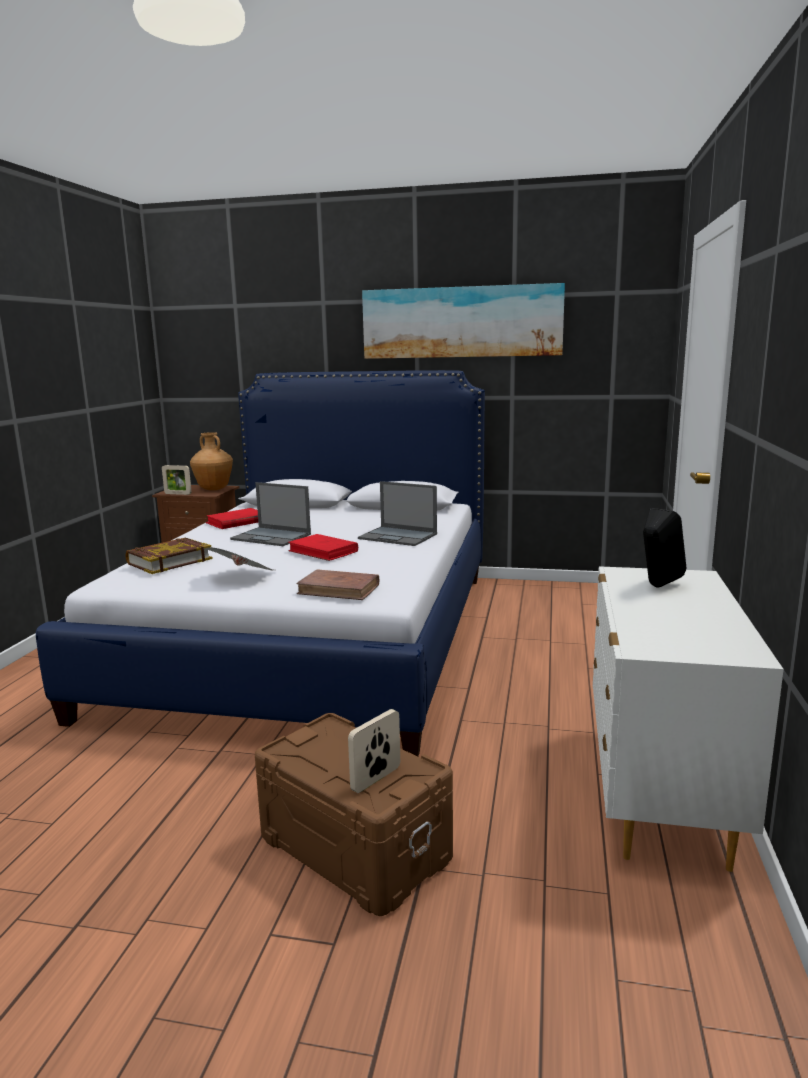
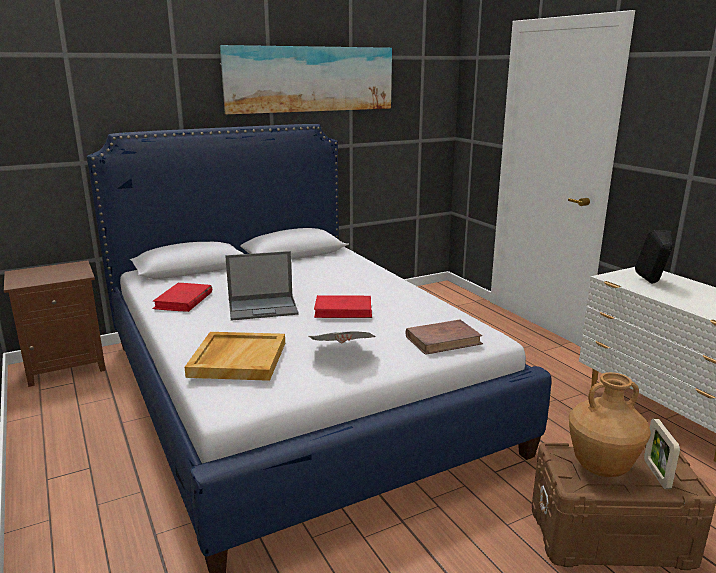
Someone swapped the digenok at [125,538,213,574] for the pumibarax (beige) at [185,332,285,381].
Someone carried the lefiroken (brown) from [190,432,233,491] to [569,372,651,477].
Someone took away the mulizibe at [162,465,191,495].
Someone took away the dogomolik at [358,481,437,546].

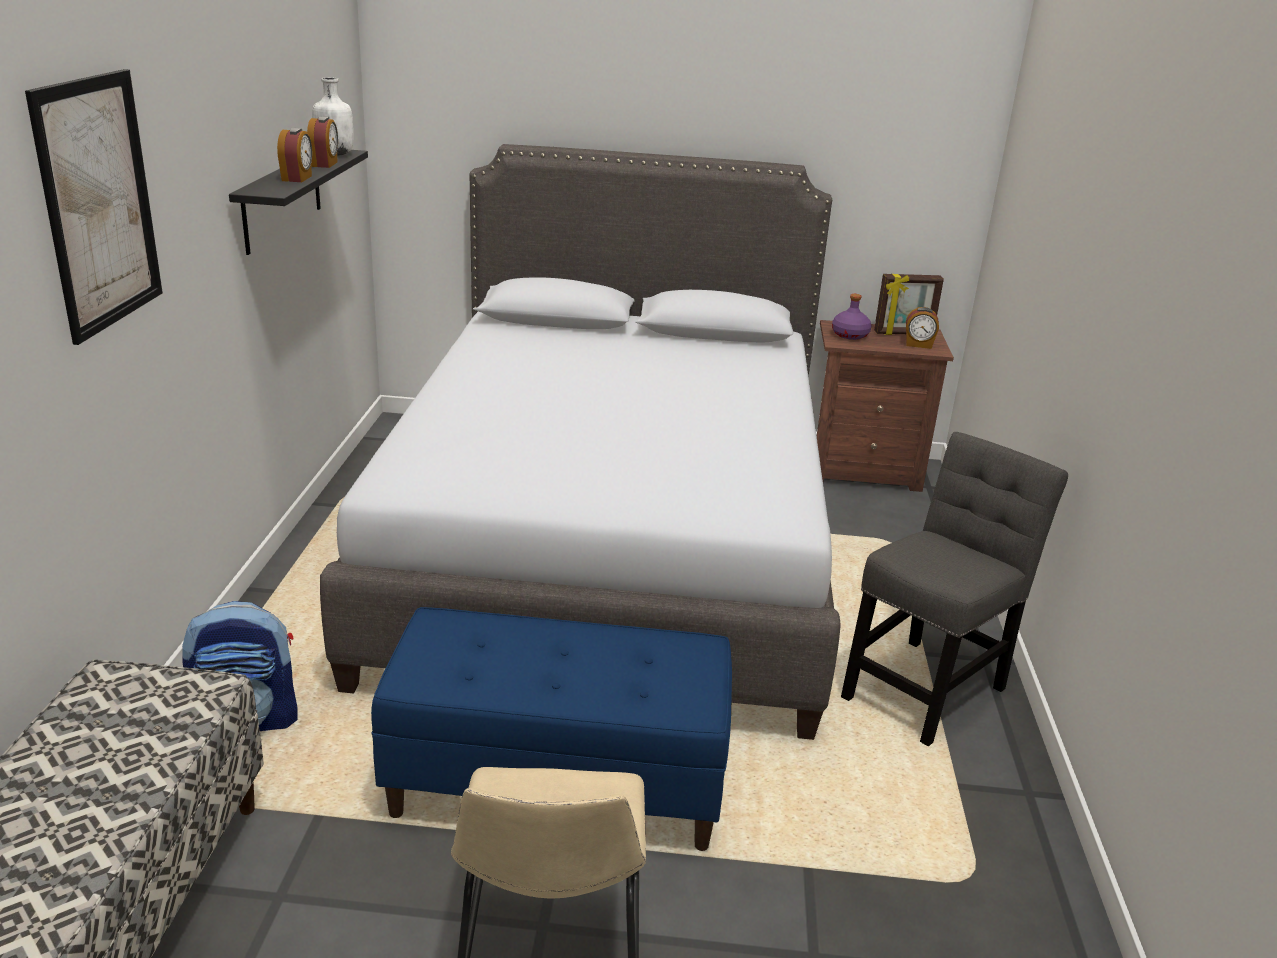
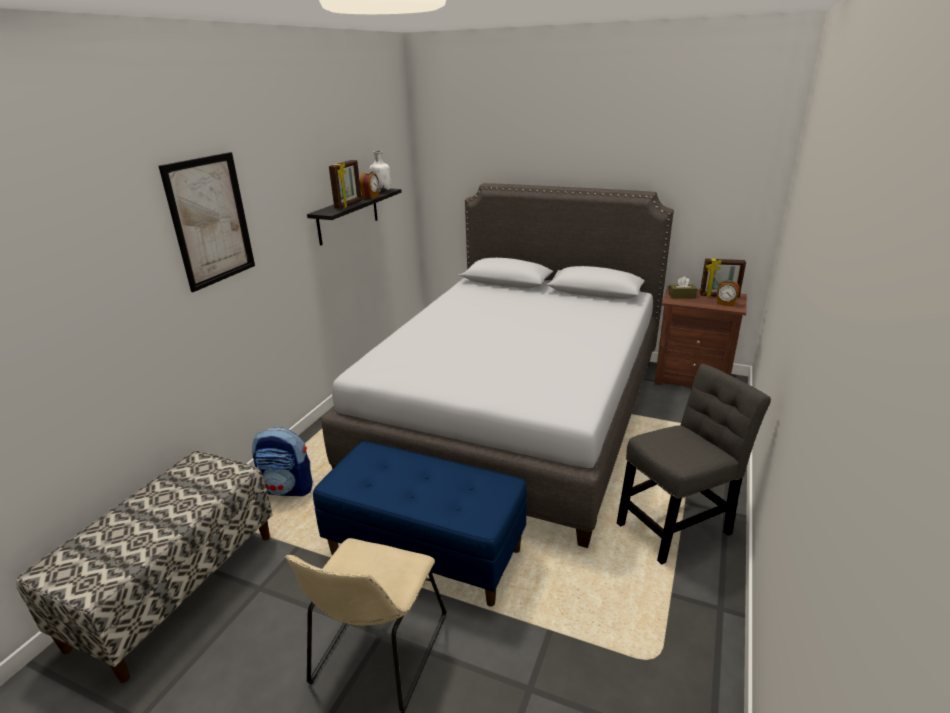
Someone swapped the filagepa at [277,128,312,182] for the mulizibe at [329,160,362,209].
Someone swapped the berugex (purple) at [832,294,872,340] for the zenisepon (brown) at [669,276,697,299].

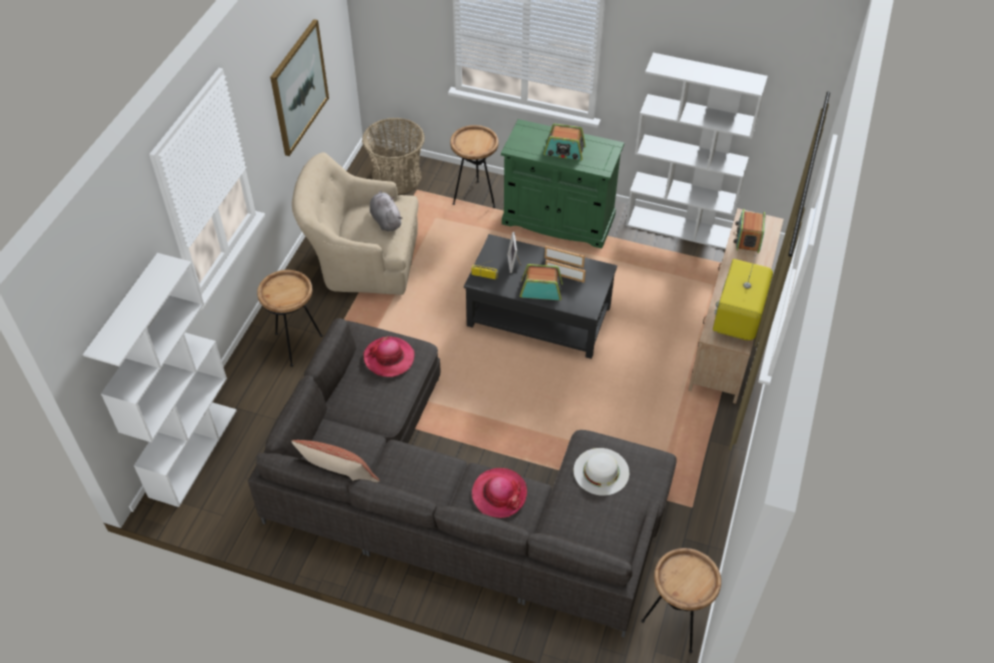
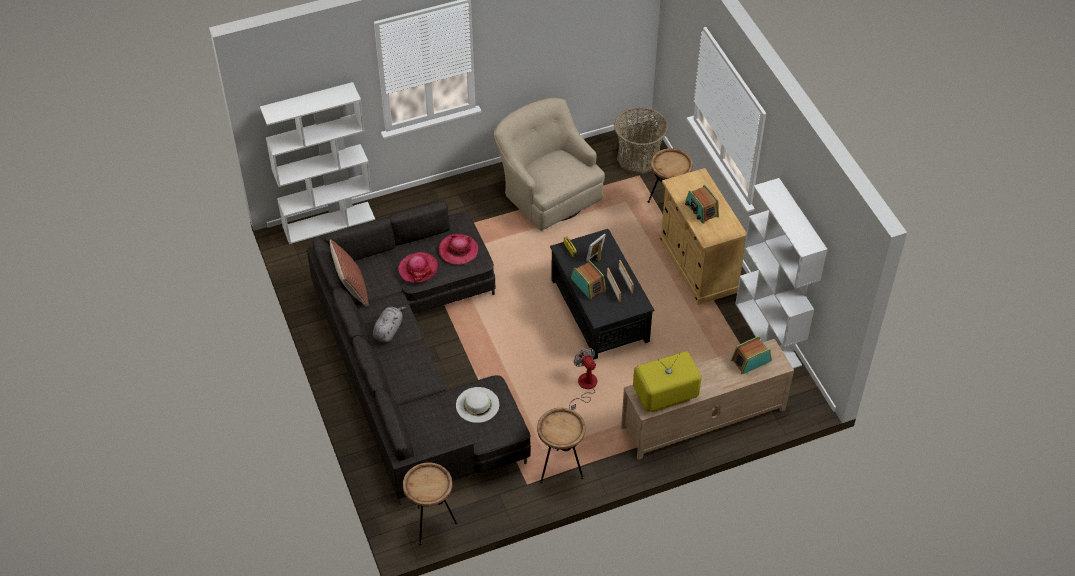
Someone carried the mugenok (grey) from [370,190,403,231] to [373,306,407,343].
Someone carried the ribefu from [472,468,527,518] to [398,252,438,283].
Someone carried the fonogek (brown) from [257,270,322,367] to [537,408,586,483].
Someone put down the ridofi at [569,348,597,410].
Someone repainted the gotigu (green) at [501,119,624,249], which became the gotigu (beige) at [659,168,746,305].
Someone took away the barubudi at [270,19,329,156].

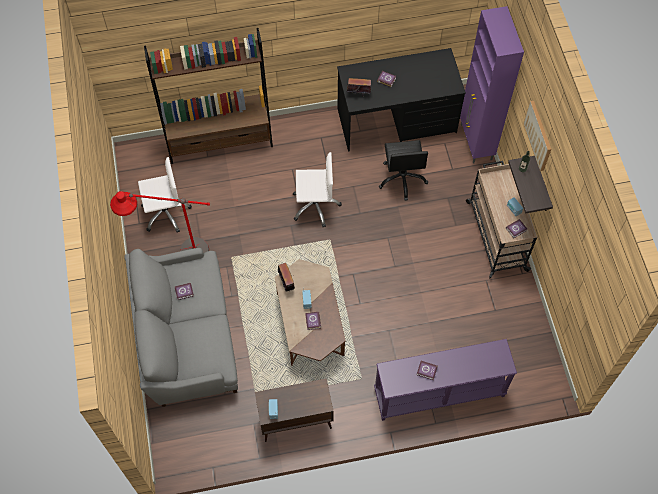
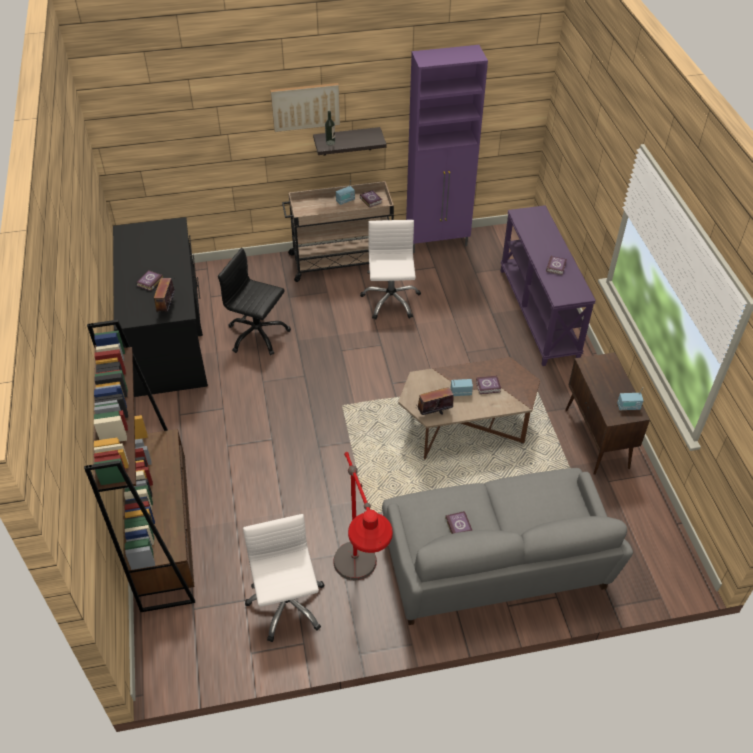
Someone rotated the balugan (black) at [379,140,428,201] by 150 degrees counterclockwise.
Someone carried the balugan (white) from [293,152,342,227] to [360,220,421,320].
Someone carried the gotigu (purple) from [460,6,524,163] to [406,45,488,253].

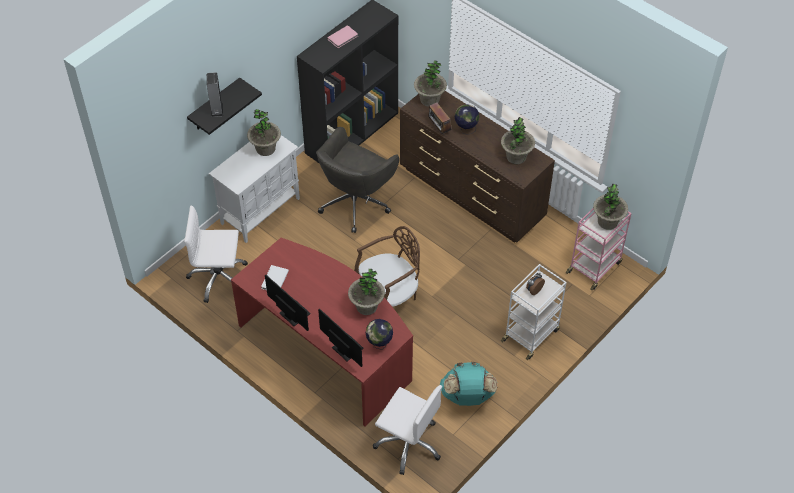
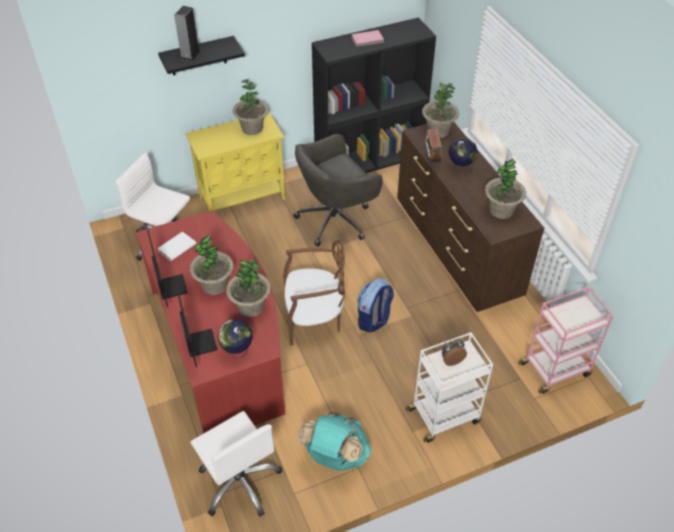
Someone repainted the gotigu (white) at [209,135,300,243], which became the gotigu (yellow) at [185,112,285,211].
Someone carried the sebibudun from [593,184,628,230] to [190,235,234,295].
Someone put down the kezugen at [357,278,394,332].

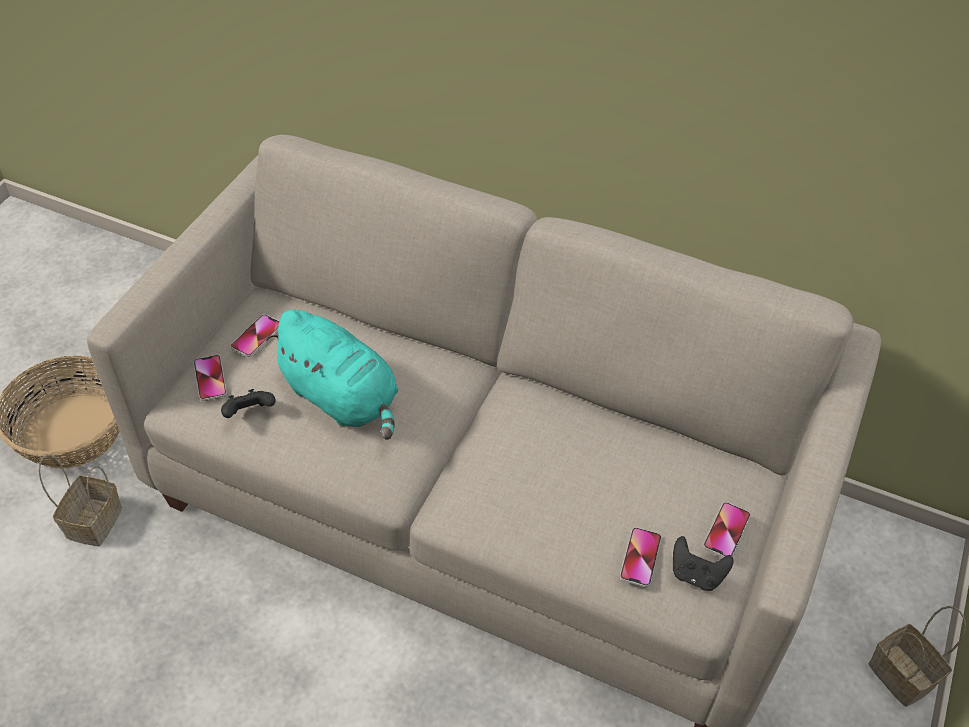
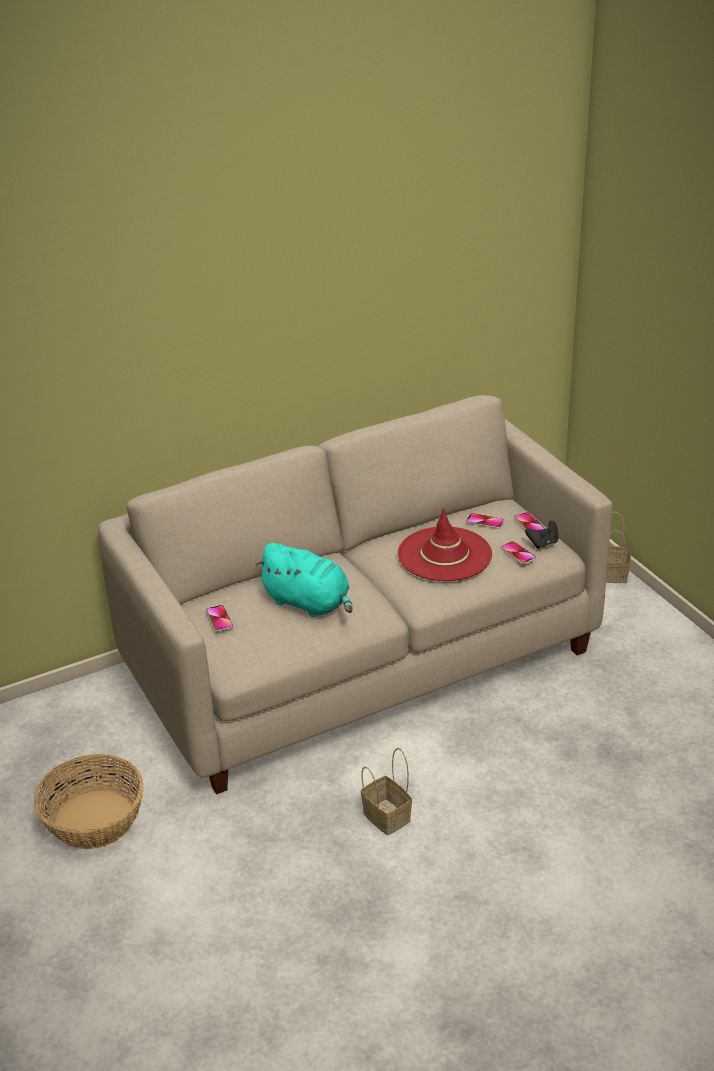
Someone rotated the mugenok (turquoise) at [266,309,399,440] by 45 degrees clockwise.
Someone carried the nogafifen from [39,454,122,546] to [361,748,412,835].
Someone put down the ribefu (red) at [398,508,492,581].
Someone carried the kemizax from [194,355,227,401] to [466,513,504,529].
Someone took away the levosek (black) at [221,389,275,418].

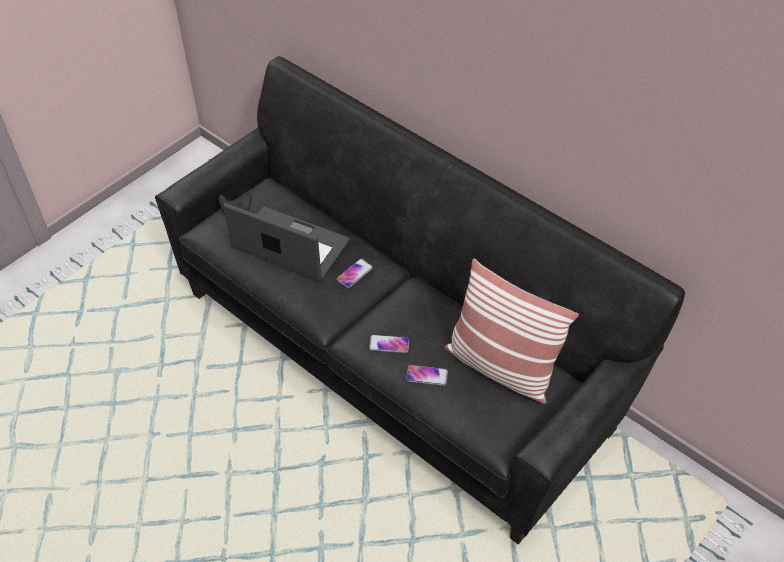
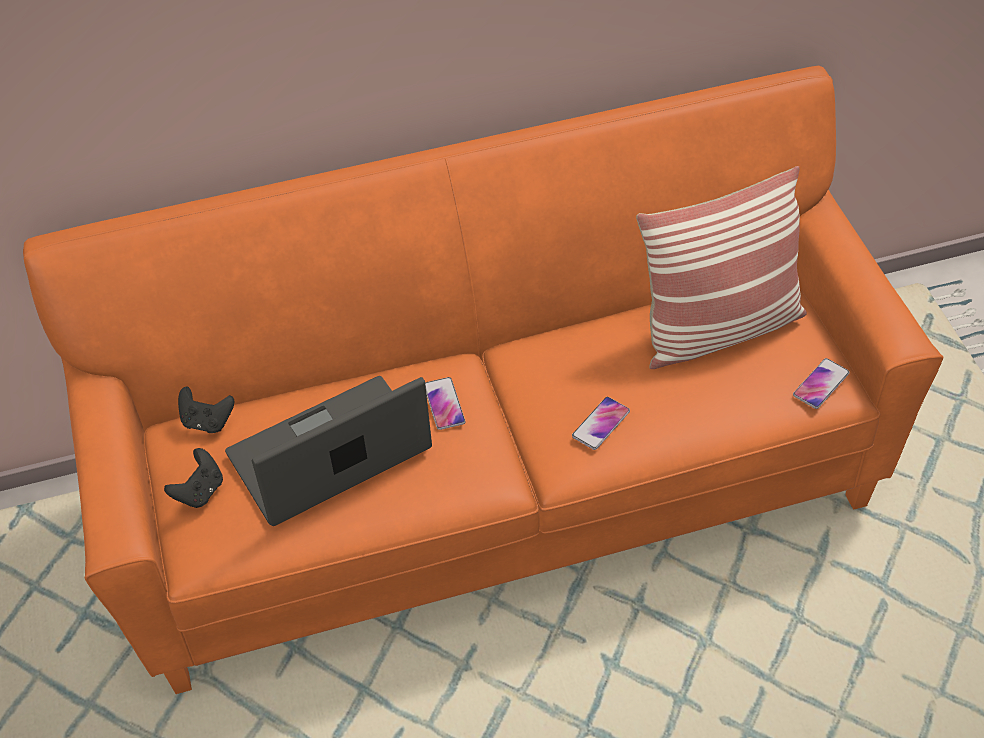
Someone repainted the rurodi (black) at [155,56,685,544], which became the rurodi (orange) at [23,66,943,694].
Someone put down the levosek (black) at [178,386,234,433].
Someone carried the kemizax from [406,365,448,386] to [793,358,849,409].

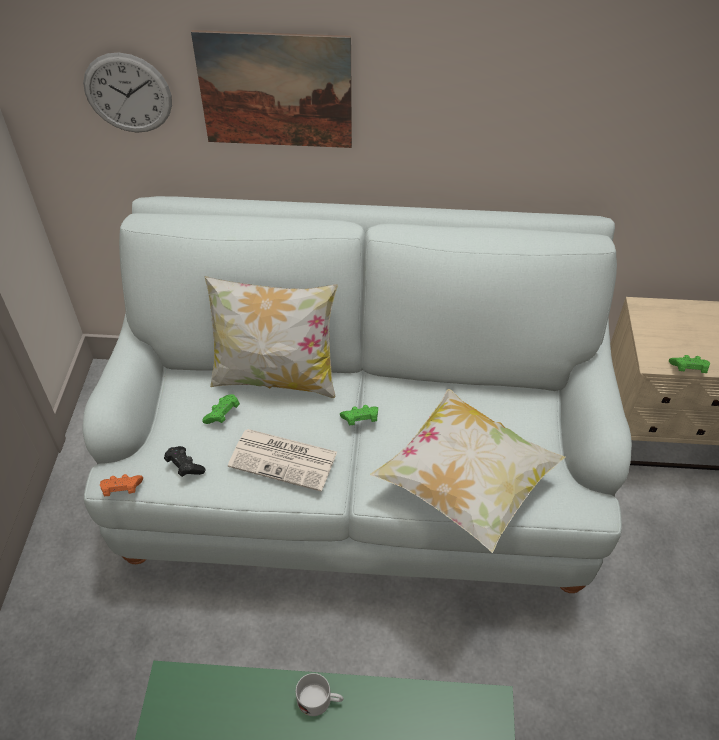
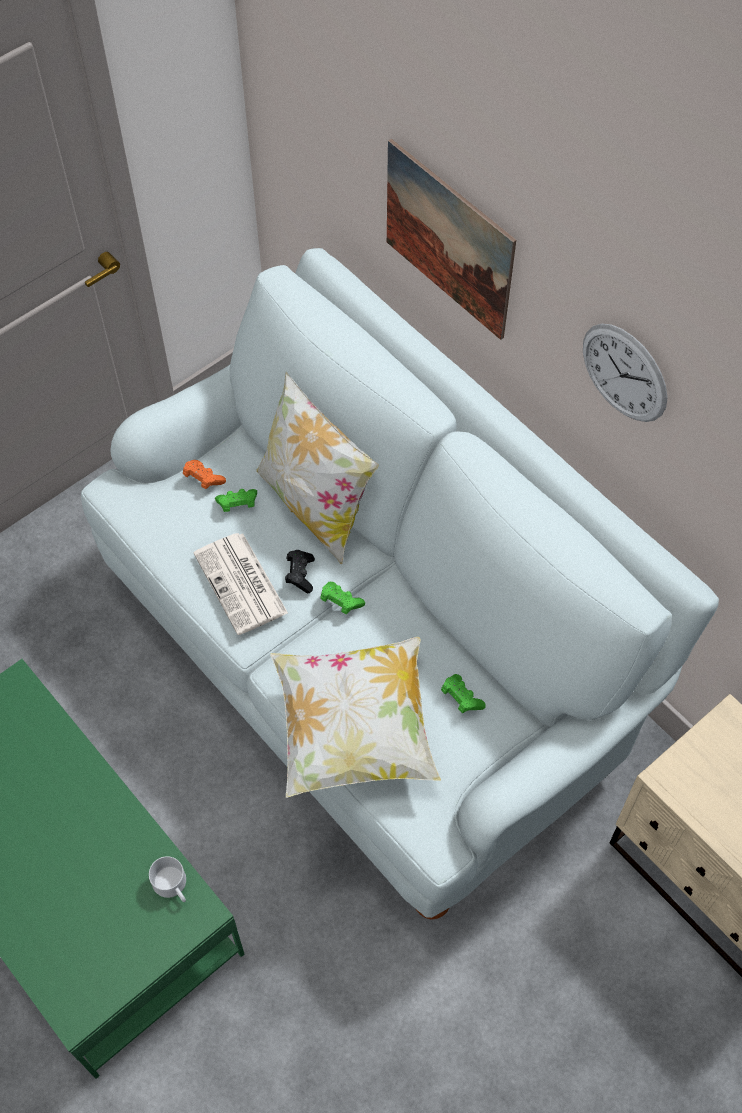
Someone carried the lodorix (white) from [296,673,344,716] to [149,856,186,902].
Someone carried the levosek (orange) from [100,474,143,496] to [183,460,226,489].
Someone carried the levosek (black) from [164,446,205,477] to [285,550,315,593].
Someone carried the levosek (green) from [669,355,710,373] to [441,674,486,713].
Someone carried the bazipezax from [83,52,172,132] to [583,324,668,422].

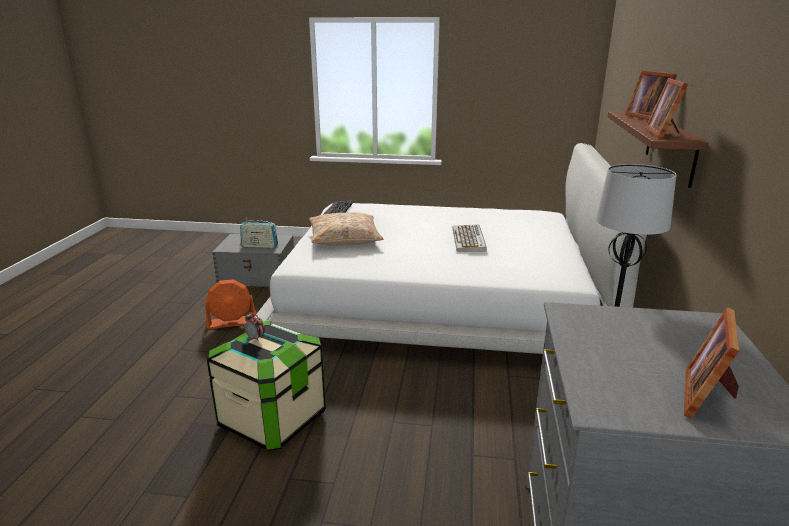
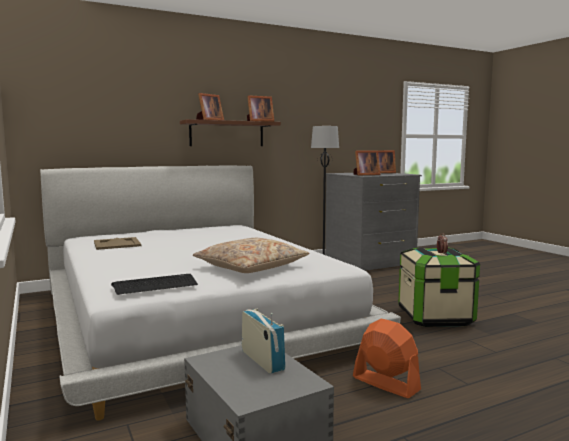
Someone put down the pumibarax (beige) at [94,237,141,250].
Someone put down the mulizibe at [354,151,381,175].
Someone took away the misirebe at [452,224,487,252].

